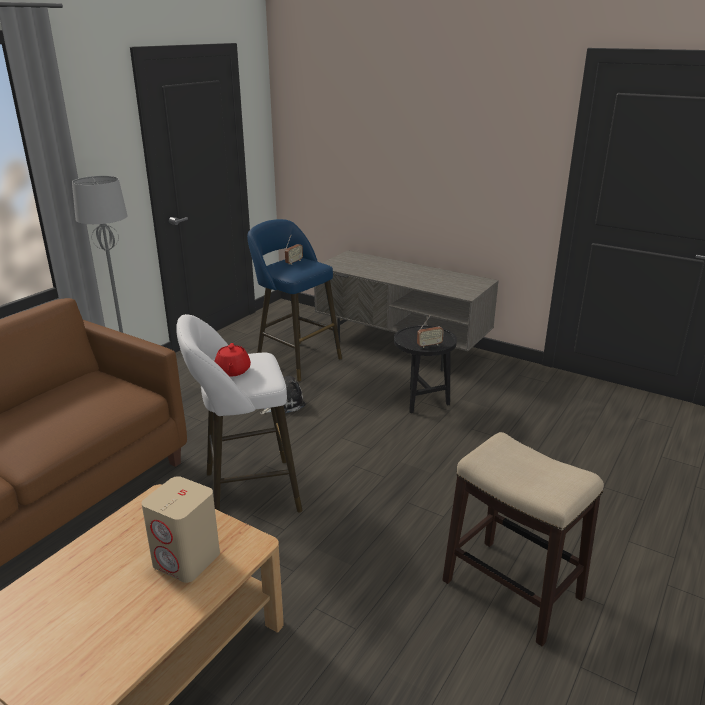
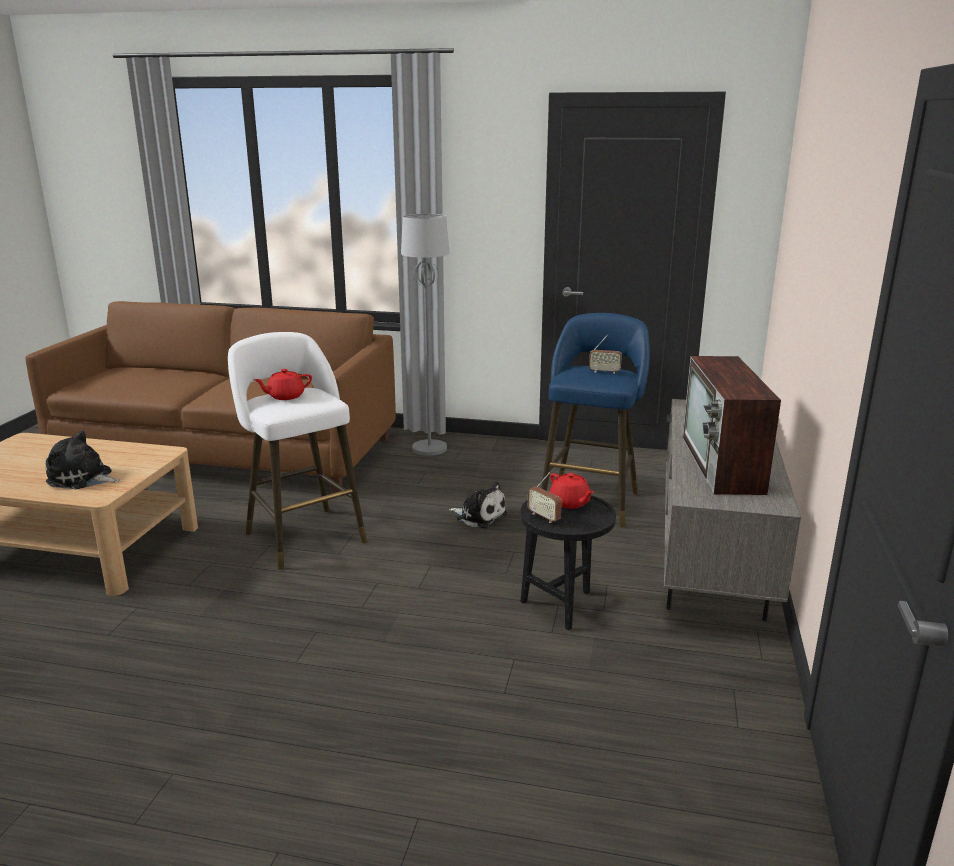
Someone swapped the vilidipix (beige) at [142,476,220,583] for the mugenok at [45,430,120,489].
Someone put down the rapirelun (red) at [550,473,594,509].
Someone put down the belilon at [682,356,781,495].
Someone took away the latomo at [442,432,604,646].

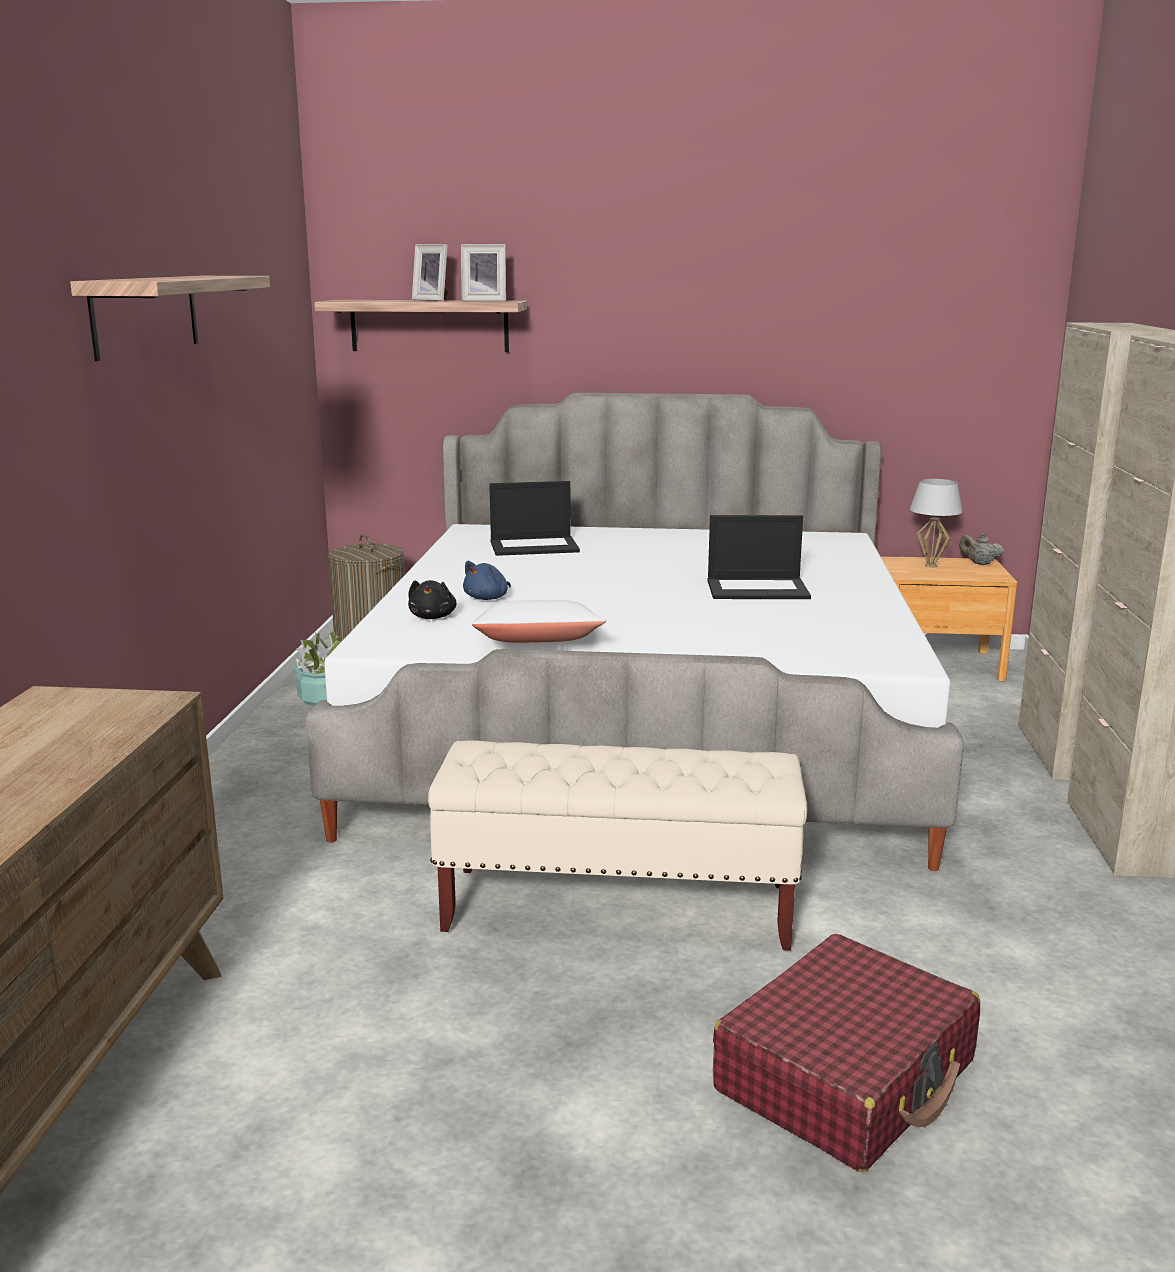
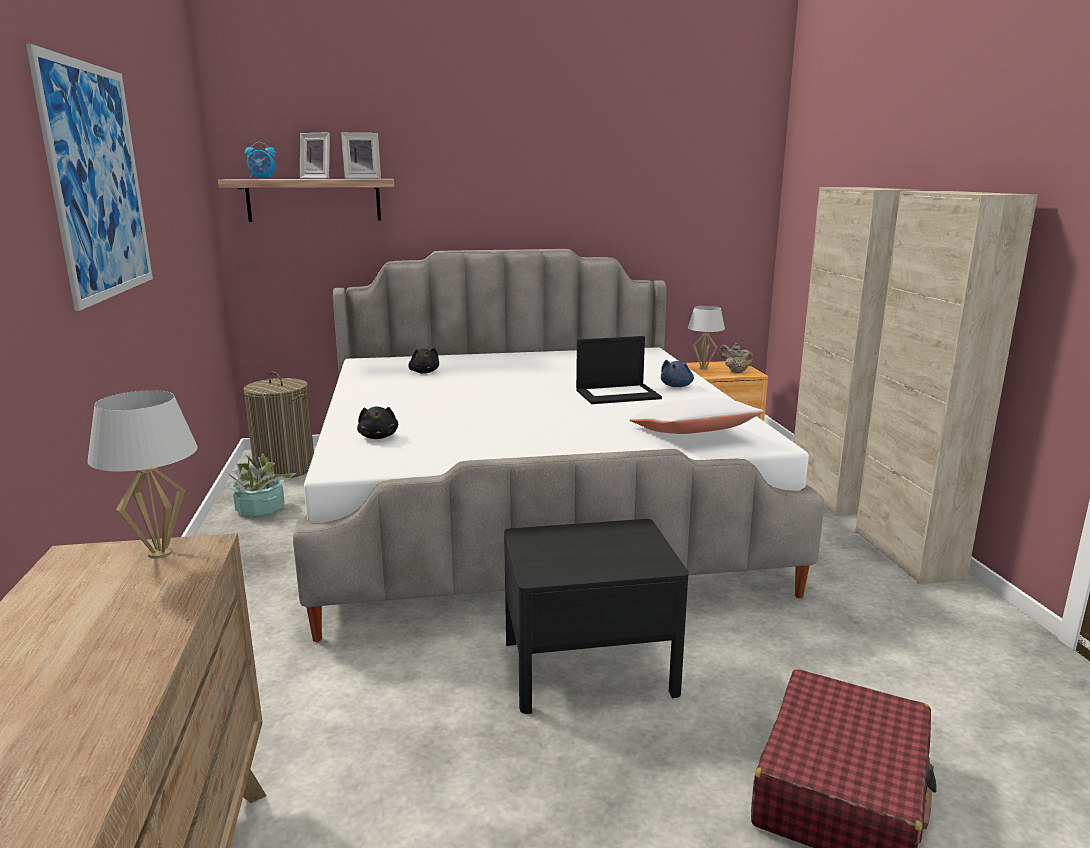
Someone swapped the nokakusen at [70,276,270,361] for the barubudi at [26,44,153,311].
Someone put down the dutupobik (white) at [87,390,198,559].
Someone put down the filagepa at [245,142,276,179].
Someone swapped the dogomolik at [489,481,580,556] for the mugenok (black) at [408,348,439,374].
Someone swapped the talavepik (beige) at [428,741,807,951] for the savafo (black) at [504,519,688,714].
Someone carried the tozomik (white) from [472,600,606,643] to [629,398,764,434].
Someone carried the mugenok (blue) from [463,561,511,600] to [661,360,694,387].
Someone put down the rapirelun (beige) at [725,350,754,373].

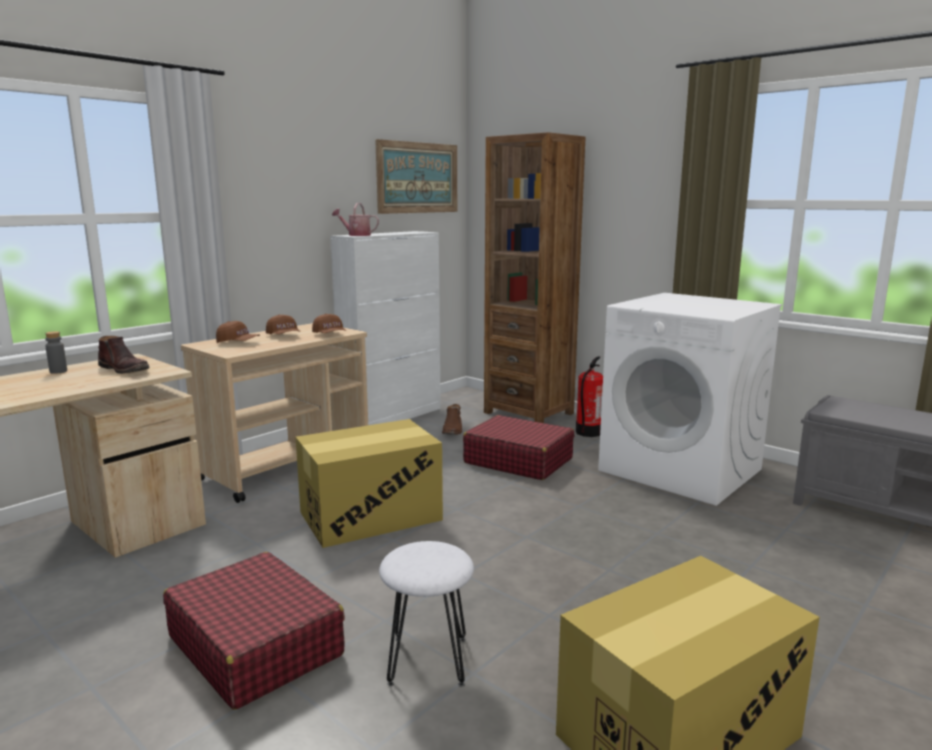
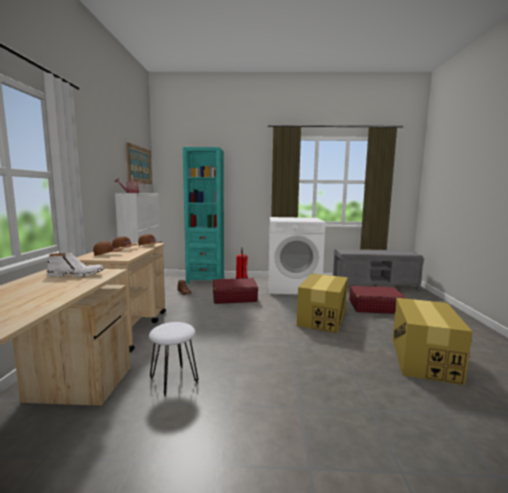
Someone repainted the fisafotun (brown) at [98,336,149,374], which became the fisafotun (white) at [47,252,104,277].
Someone carried the latomo (white) from [379,541,474,687] to [149,322,198,396].
Someone repainted the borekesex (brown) at [484,132,586,423], which became the borekesex (turquoise) at [183,147,224,284].
Someone carried the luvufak from [296,419,443,548] to [297,273,348,333].
Someone carried the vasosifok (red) from [163,552,345,710] to [349,286,406,314].
Someone took away the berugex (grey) at [45,331,67,374].

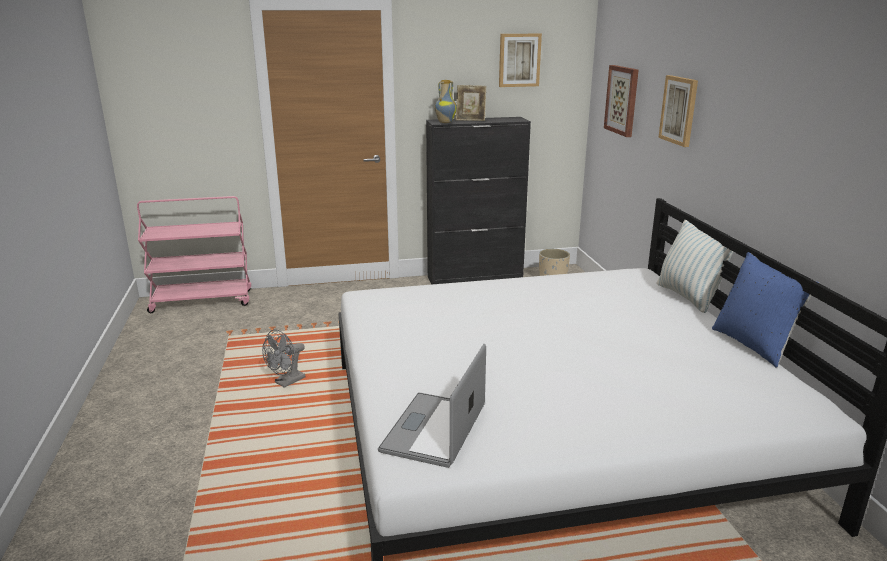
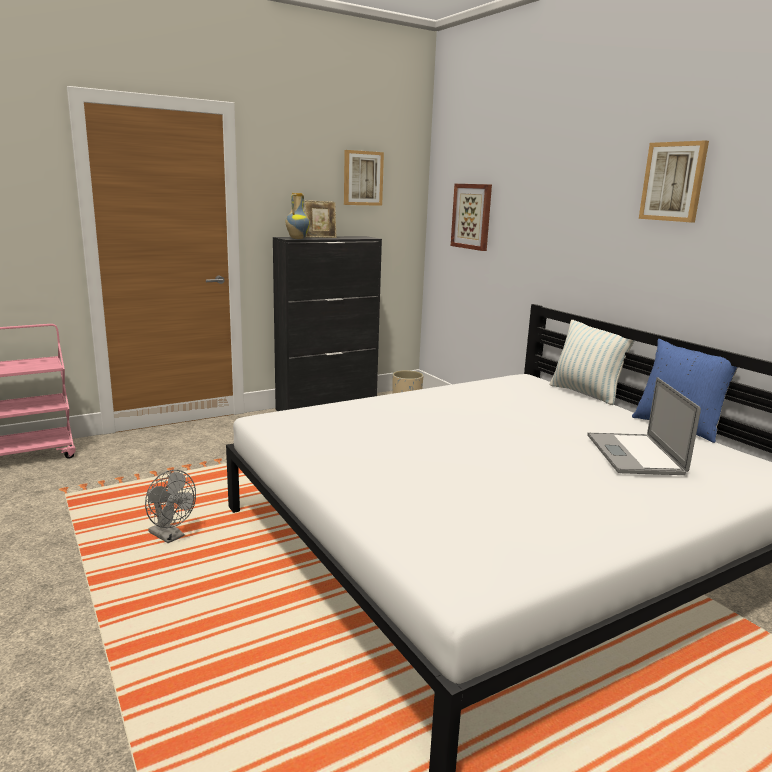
Someone rotated the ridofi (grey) at [262,329,305,388] by 75 degrees counterclockwise.
Someone carried the dogomolik from [378,344,486,468] to [587,377,701,475].
Someone carried the barubudi from [658,75,698,147] to [639,140,709,222].

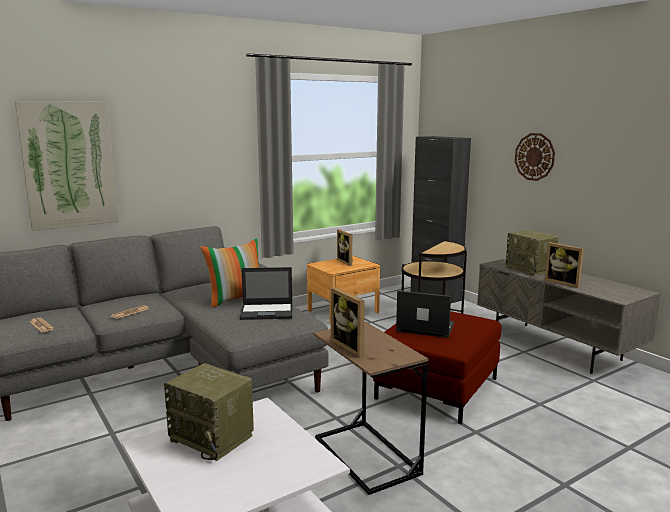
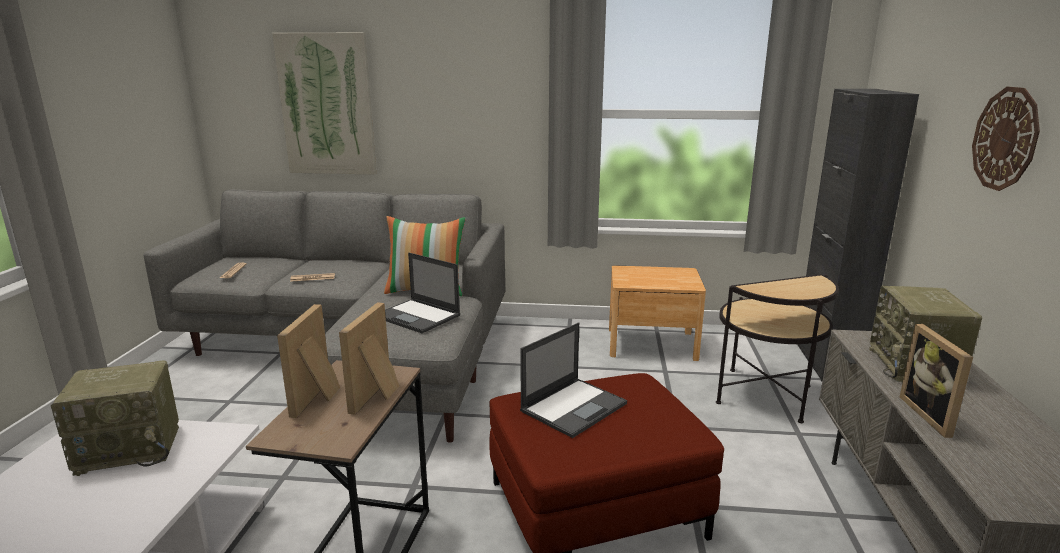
Someone rotated the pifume at [164,363,254,461] by 90 degrees counterclockwise.
Someone carried the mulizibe from [337,229,353,266] to [339,302,399,415].
Someone rotated the dogomolik at [396,291,455,338] by 75 degrees clockwise.

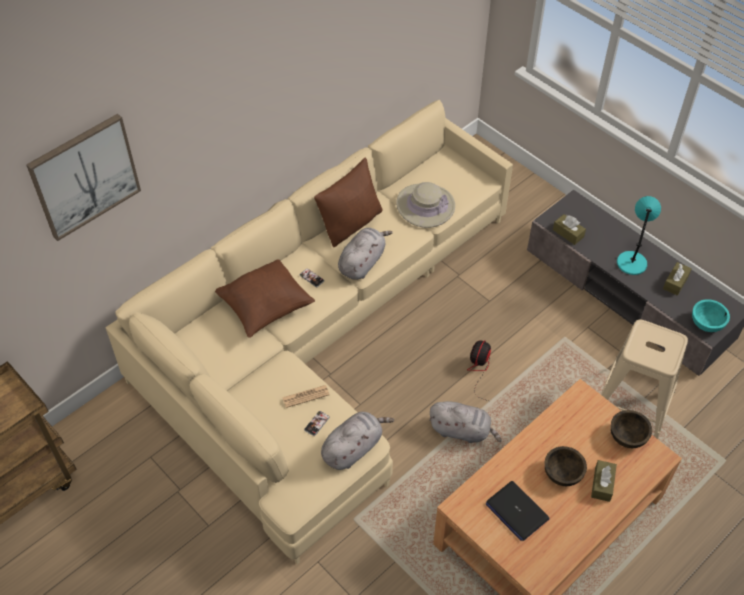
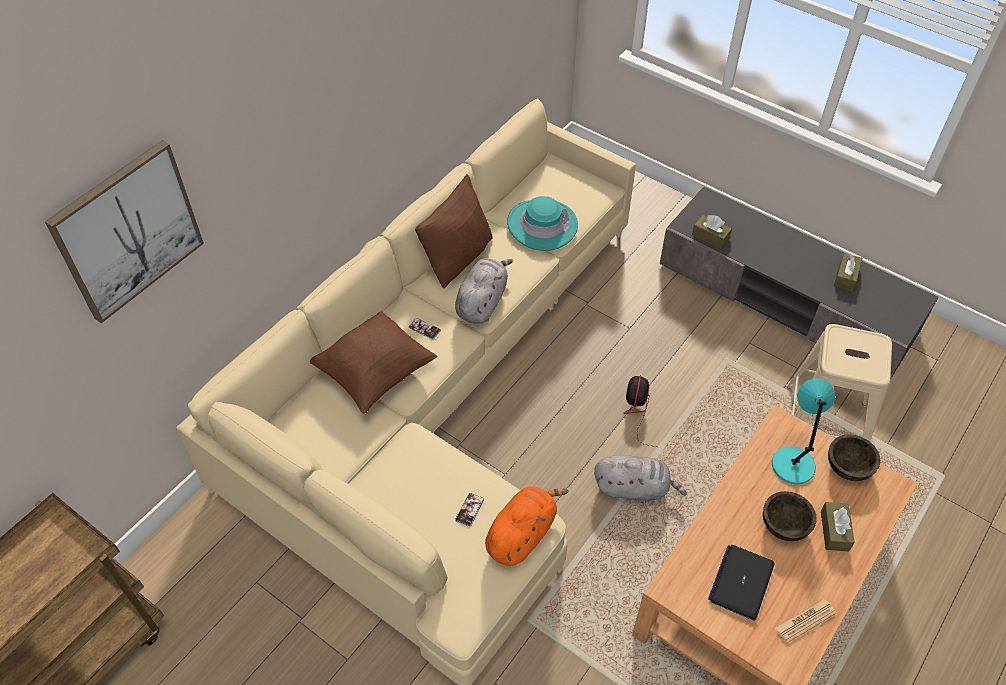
Someone repainted the mugenok (grey) at [321,412,394,470], which became the mugenok (orange) at [485,486,568,566].
Someone repainted the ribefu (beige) at [396,182,455,228], which became the ribefu (turquoise) at [507,196,578,251].
Someone rotated the dogomolik at [485,481,550,541] by 75 degrees clockwise.
Someone carried the dutupobik (turquoise) from [617,196,661,275] to [772,378,835,484].
Someone carried the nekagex from [282,385,329,408] to [775,599,836,643].
Someone took away the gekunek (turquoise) at [692,299,730,332].

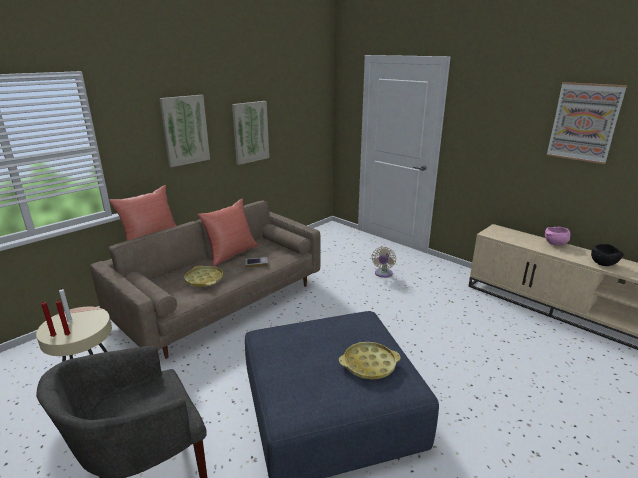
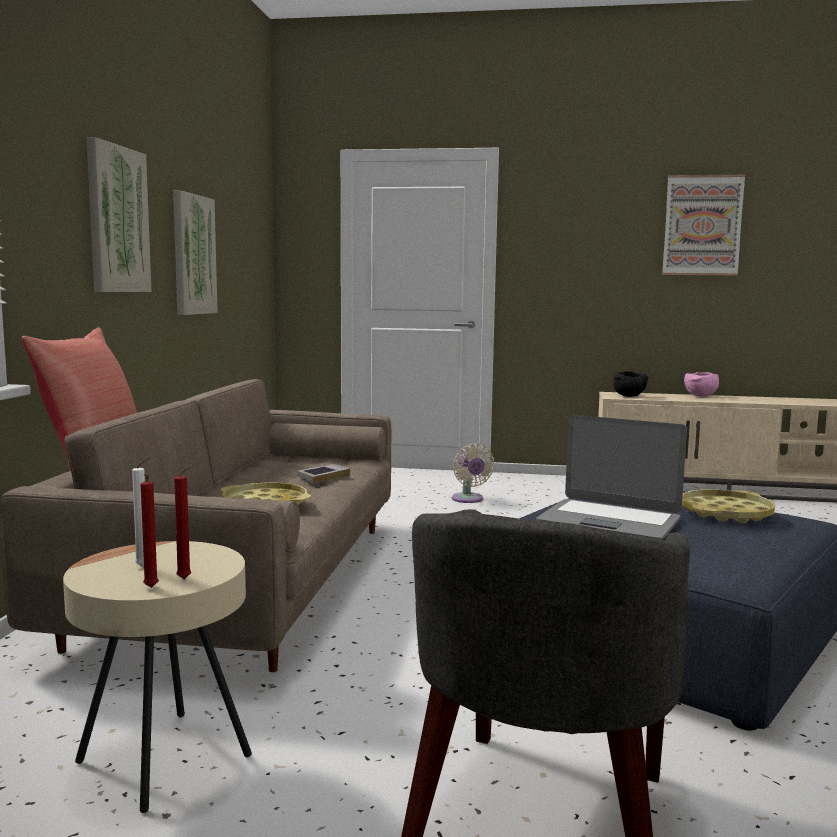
Someone put down the dogomolik at [536,415,687,540].
Someone carried the gekunek (black) from [591,244,624,266] to [613,371,649,397].
Someone took away the tozomik (red) at [198,198,258,266].

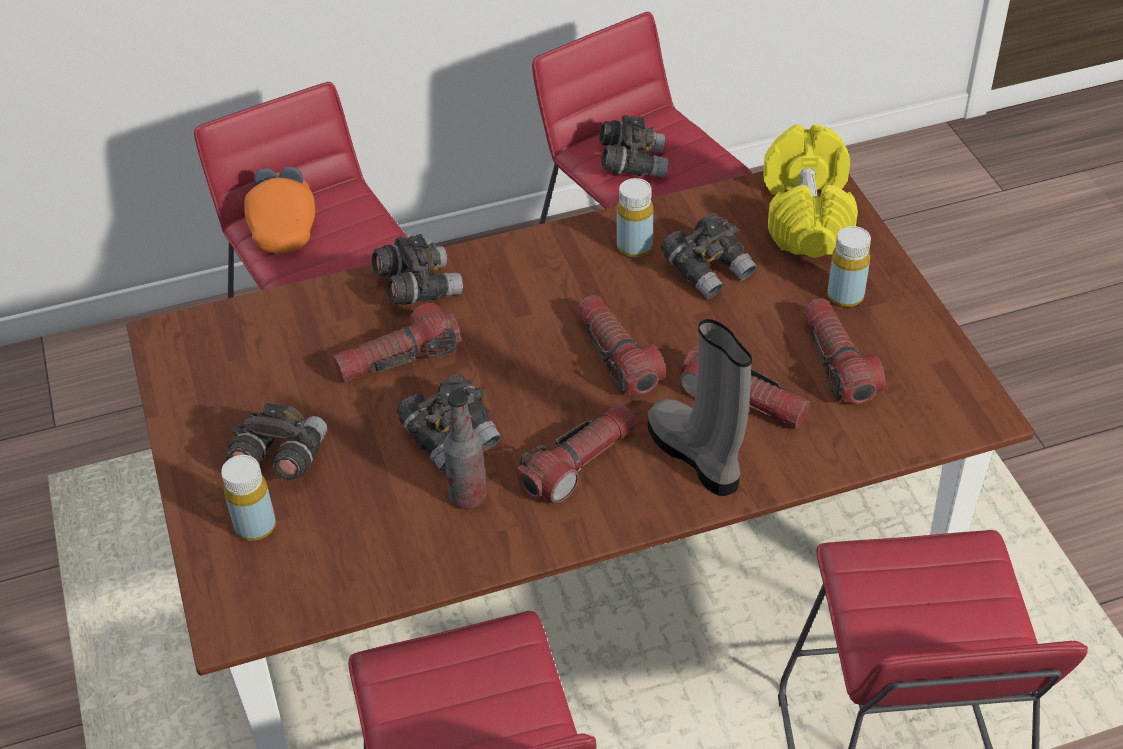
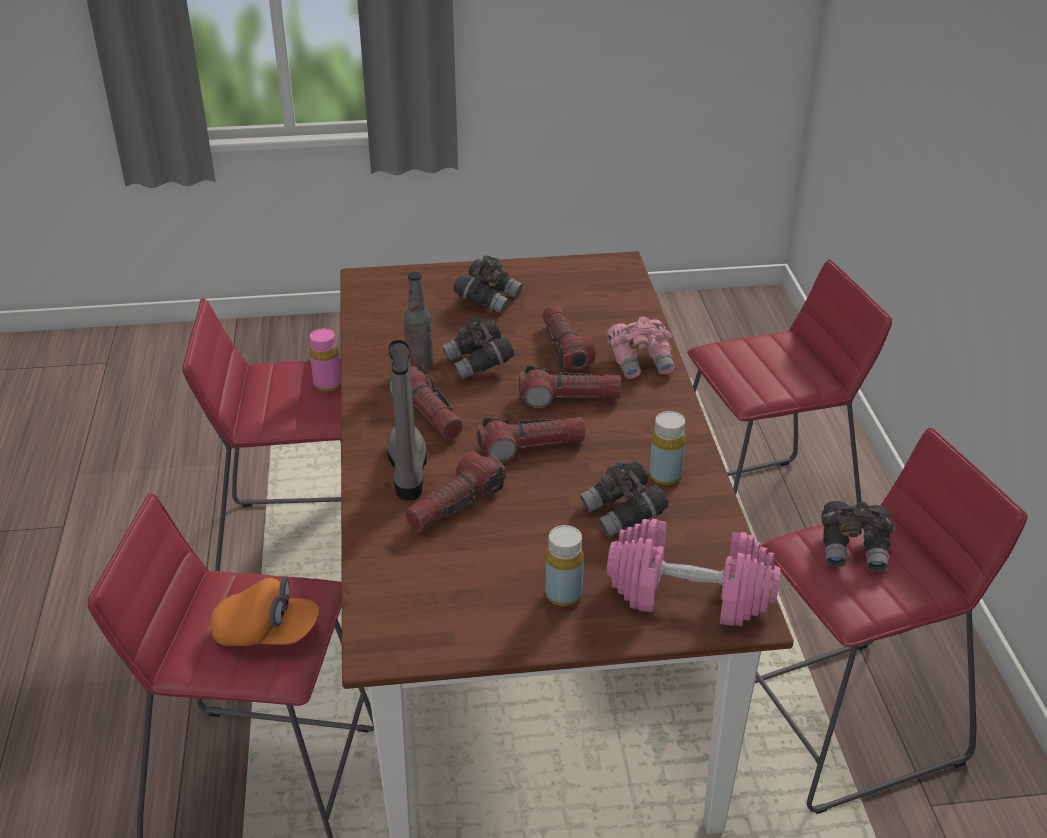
Someone carried the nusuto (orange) from [244,167,315,254] to [210,577,319,646].
Someone put down the berugex (pink) at [310,329,341,392].
Someone rotated the fisafotun (grey) at [648,319,752,496] by 75 degrees counterclockwise.
Someone carried the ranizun from [803,298,885,404] to [519,365,621,408].
Someone repainted the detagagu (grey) at [372,234,463,305], which became the detagagu (pink) at [607,316,675,379].
Someone repainted the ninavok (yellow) at [763,124,858,257], which became the ninavok (pink) at [607,519,781,626].
Someone took away the berugex (yellow) at [221,455,276,541].

